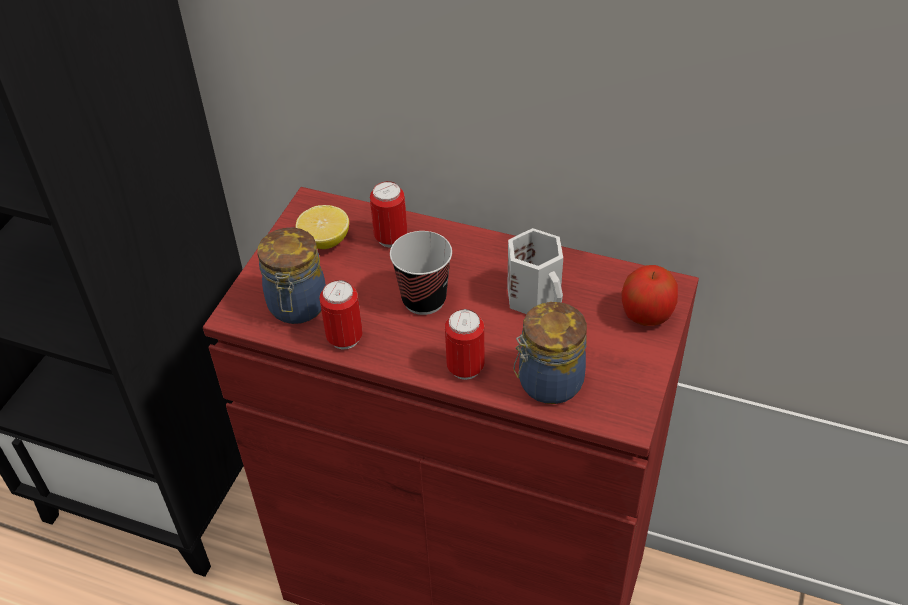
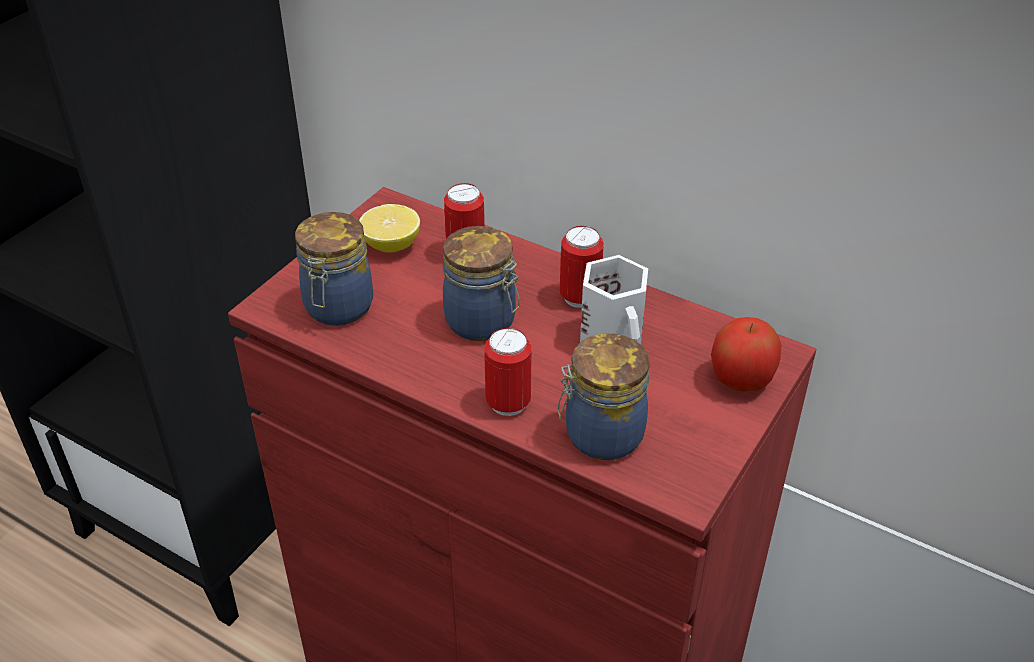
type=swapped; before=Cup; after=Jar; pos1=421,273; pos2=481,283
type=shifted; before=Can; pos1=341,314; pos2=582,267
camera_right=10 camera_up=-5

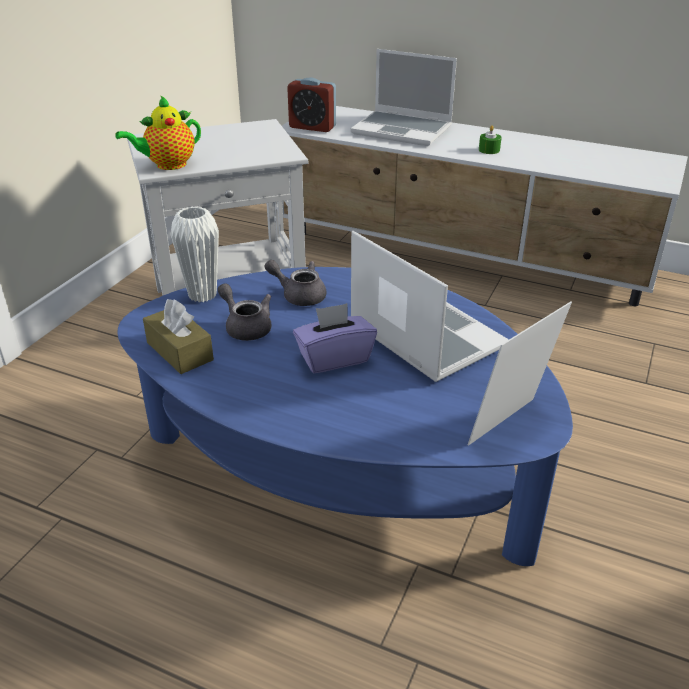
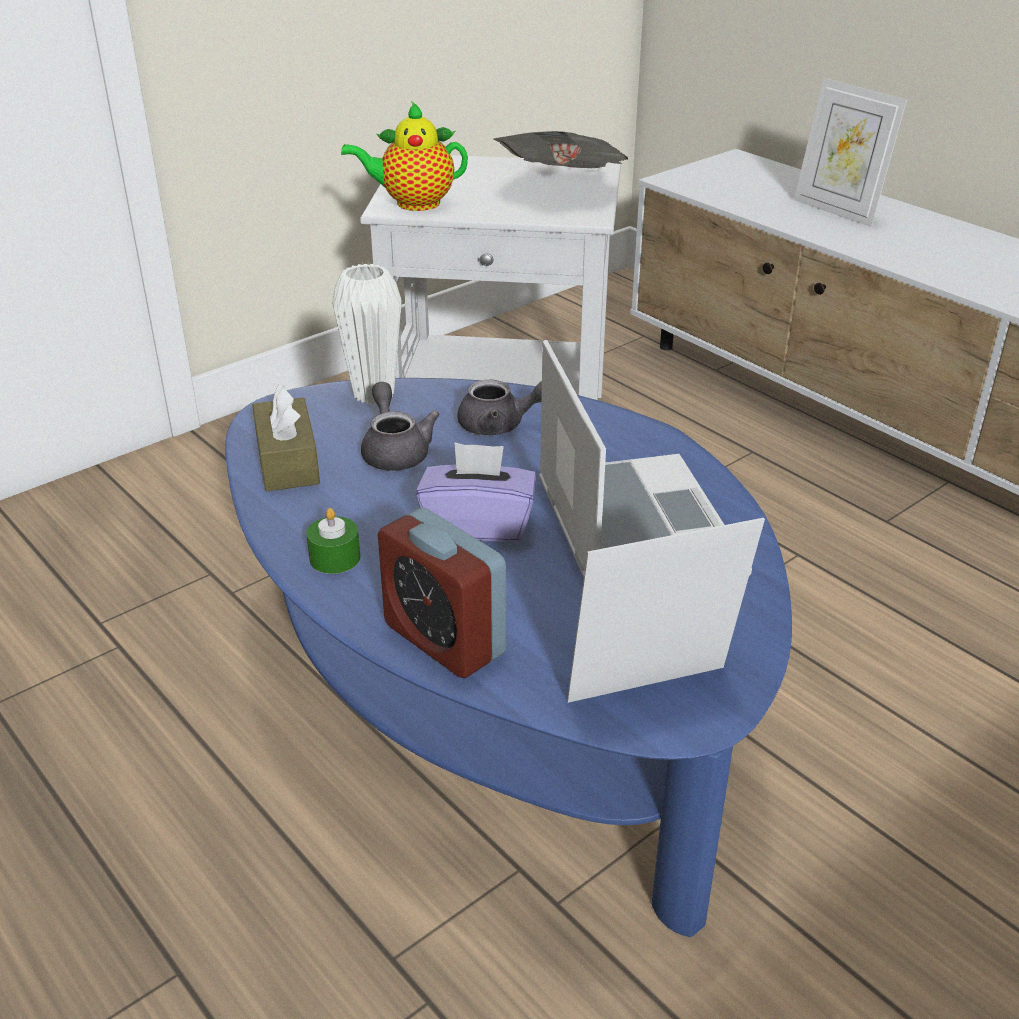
type=swapped; before=Laptop; after=PictureFrame; pos1=403,97; pos2=850,152
type=shifted; before=AlarmClock; pos1=311,104; pos2=442,593
type=shifted; before=GreenCandle; pos1=490,139; pos2=333,541
type=rotated; before=GreyTeapot; pos1=295,283; pos2=499,407; turn=135
type=new; after=Newspaper; pos2=560,149
camera_right=25 camera_up=0

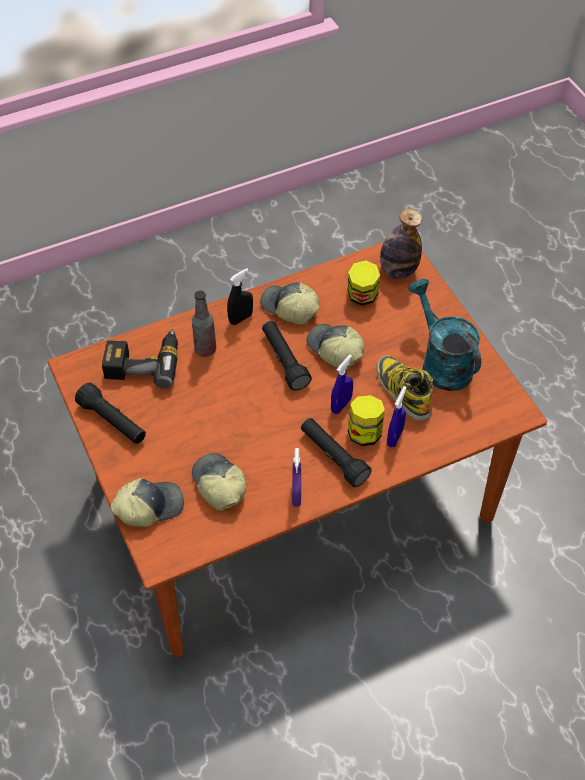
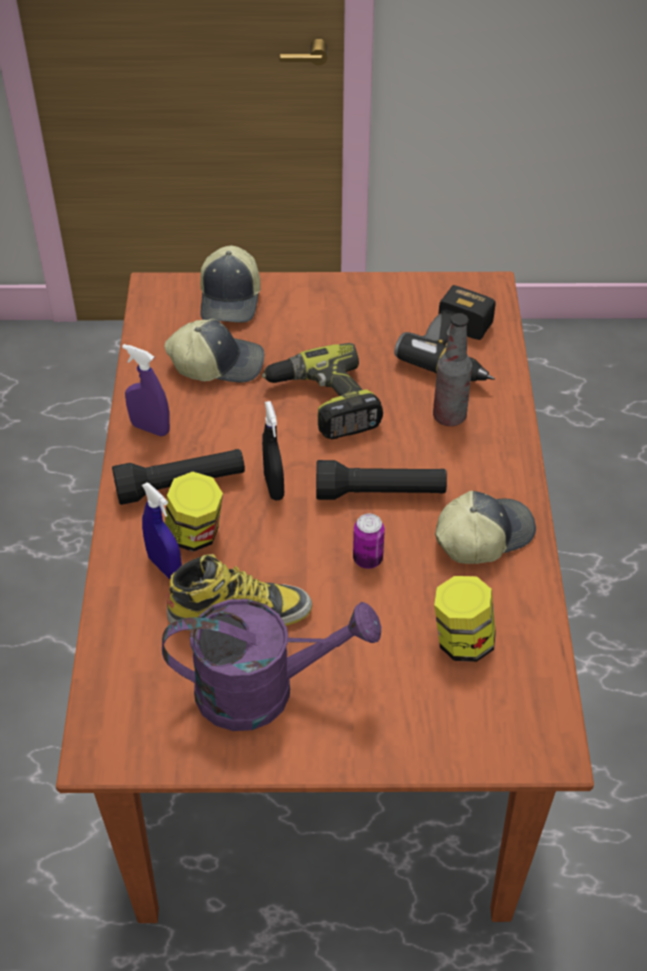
type=gone; before=Bottle; pos1=401,244
type=shifted; before=BlackSprayBottle; pos1=240,296; pos2=273,450
type=repainted; before=TurquoiseWateringCan; after=PurpleWateringCan; pos1=445,335; pos2=271,665
type=swapped; before=Cap; after=Can; pos1=335,346; pos2=369,541
type=gone; before=BlueSprayBottle; pos1=342,384
type=gone; before=BlackFlashlight; pos1=110,413
type=new; after=PowerDrill; pos2=322,391
camera_right=115 camera_up=-5

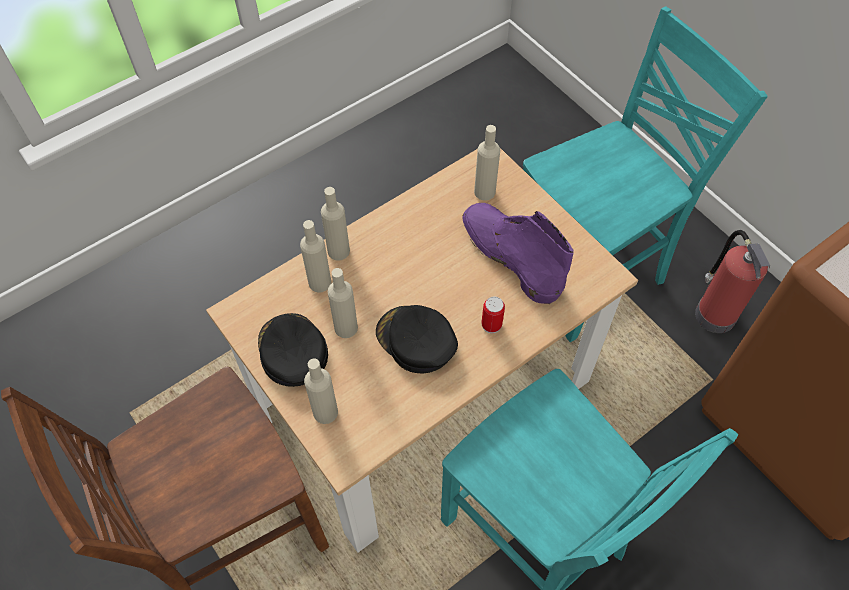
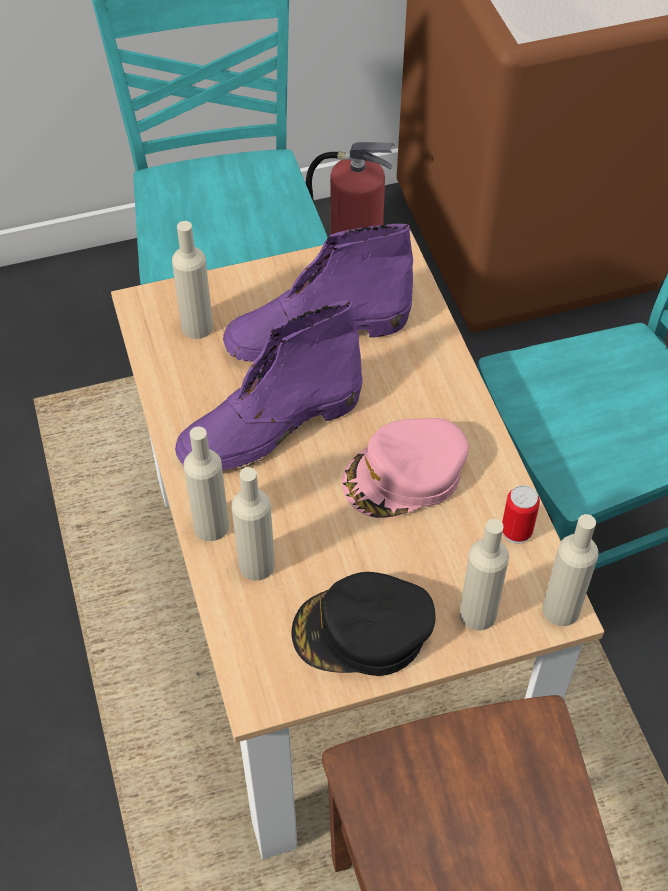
type=shifted; before=BeigeBottle; pos1=343,303; pos2=571,570
type=shifted; before=Can; pos1=493,315; pos2=521,514
type=repainted; before=BlackCap; after=PinkCap; pos1=417,339; pos2=405,468
type=new; after=PurpleBoot; pos2=268,385
camera_right=-70 camera_up=-5

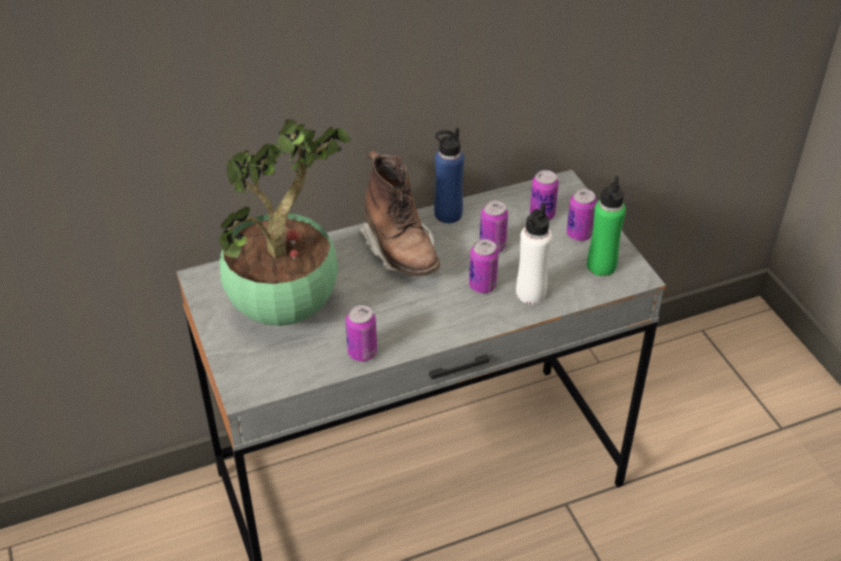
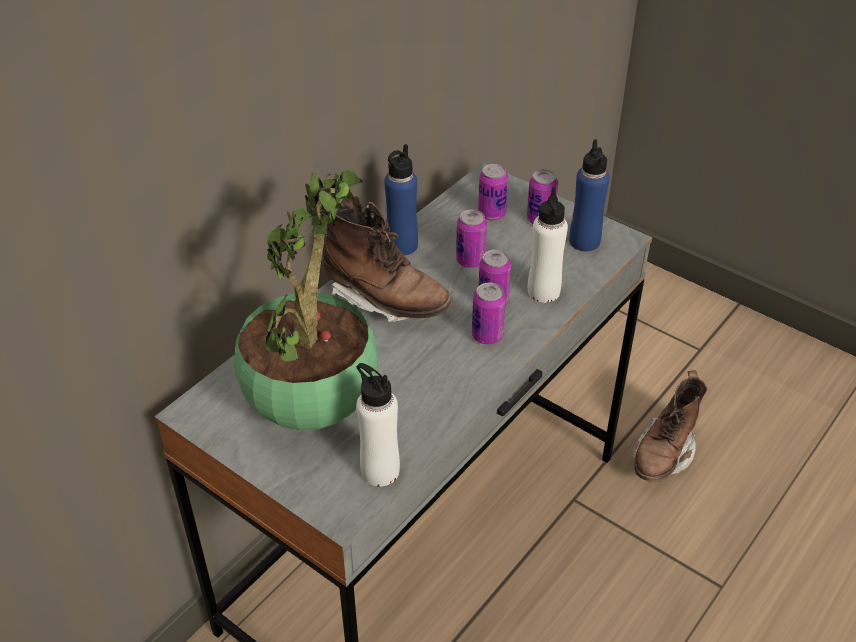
type=repainted; before=GreenBottle; after=BlueBottle; pos1=606,226; pos2=589,195
type=shifted; before=Can; pos1=361,333; pos2=489,314
type=new; after=WhiteBottle; pos2=378,425
type=new; after=BrownBoot; pos2=669,426
camera_right=-30 camera_up=0

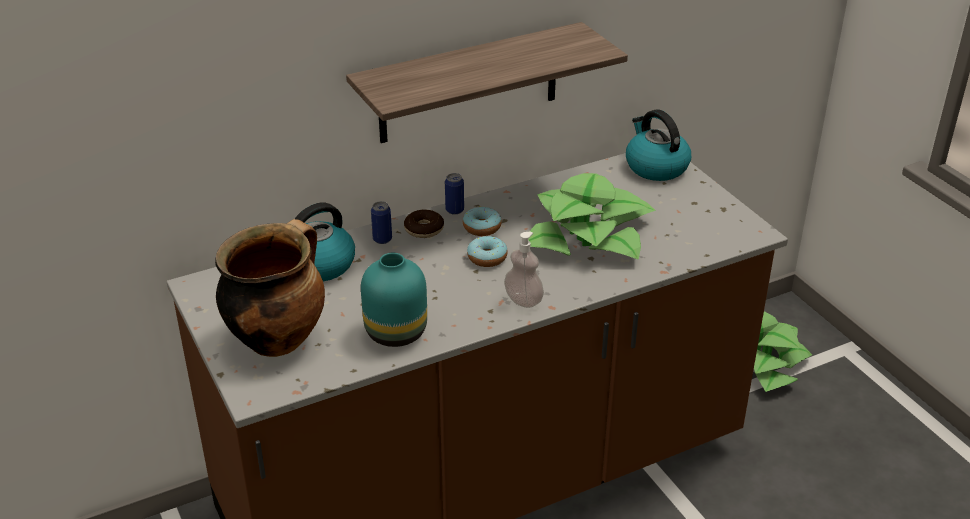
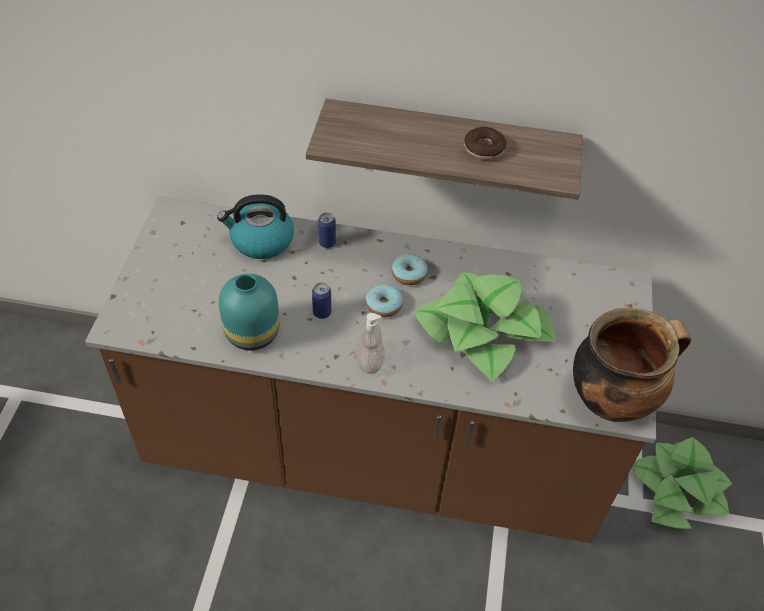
type=gone; before=Kettle; pos1=658,145
type=shifted; before=Can; pos1=454,193; pos2=321,300
type=shifted; before=Donut; pos1=424,223; pos2=485,143
type=shifted; before=CookingPot; pos1=270,288; pos2=632,365
camera_right=35 camera_up=15

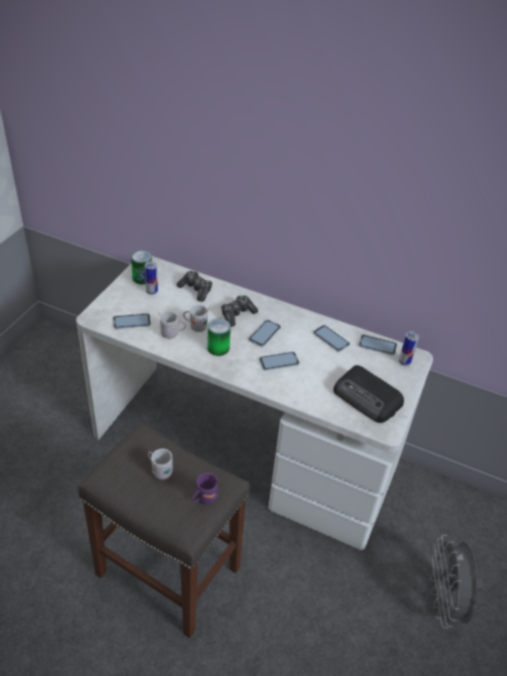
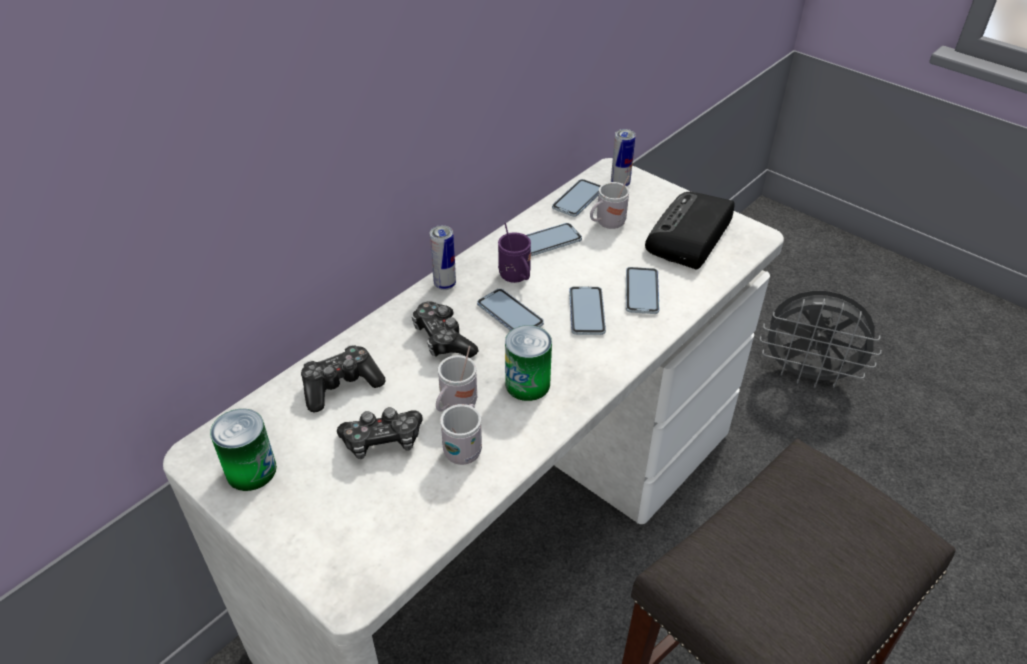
type=shifted; before=Can; pos1=151,278; pos2=443,257
type=shifted; before=Phone; pos1=132,321; pos2=642,290
type=rotated; before=Radio; pos1=368,394; pos2=690,231; turn=150
type=shifted; before=WhiteMug; pos1=160,464; pos2=609,202
type=shifted; before=PurpleMug; pos1=205,487; pos2=514,253
type=new; after=GameController; pos2=380,433
camera_right=-70 camera_up=0

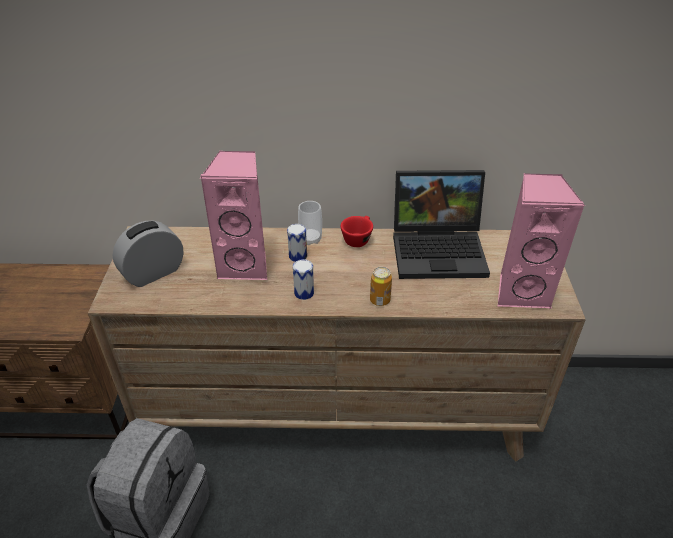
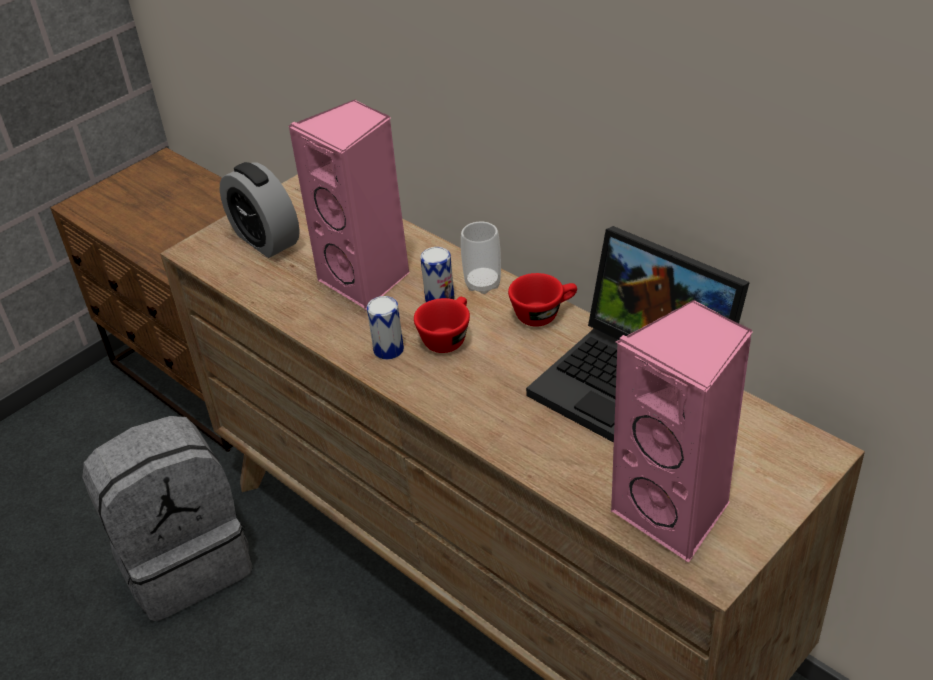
type=rotated; before=AlarmClock; pos1=148,254; pos2=260,210; turn=-135
type=gone; before=Can; pos1=381,286
type=new; after=RedCup; pos2=442,325
camera_right=45 camera_up=0

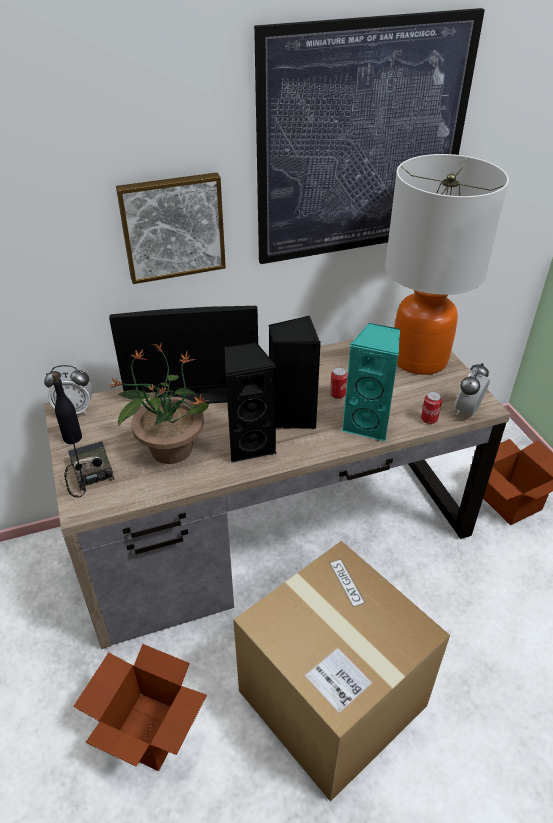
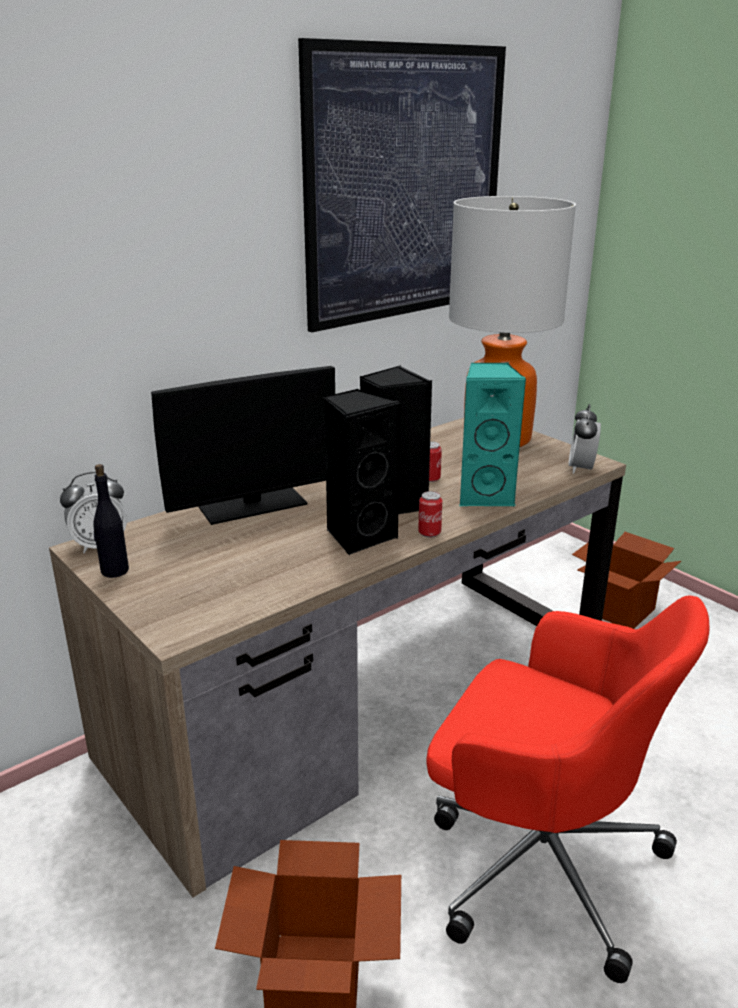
type=gone; before=Picture; pos1=171,228
type=gone; before=PottedPlant; pos1=159,403
type=shifted; before=Can; pos1=431,407; pos2=430,514
type=gone; before=Radio; pos1=89,467
type=swapped; before=CardboardBox; after=RedOfficeChair; pos1=341,671; pos2=567,789
camera_right=-20 camera_up=-15

